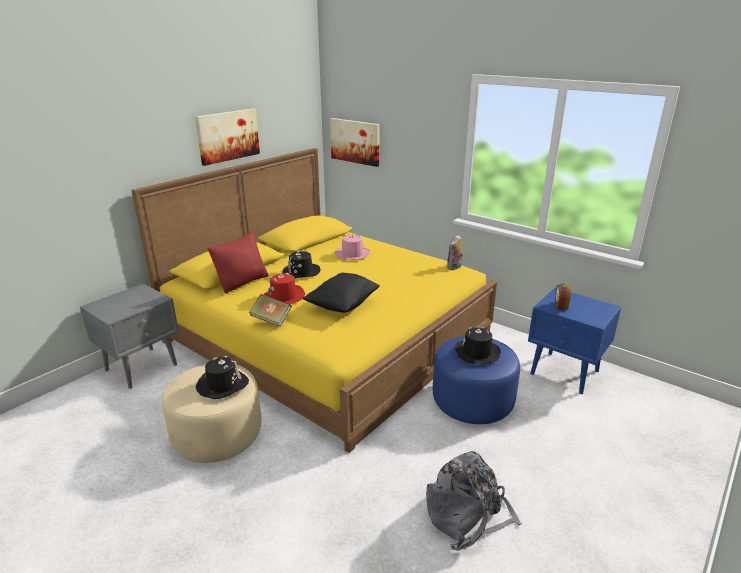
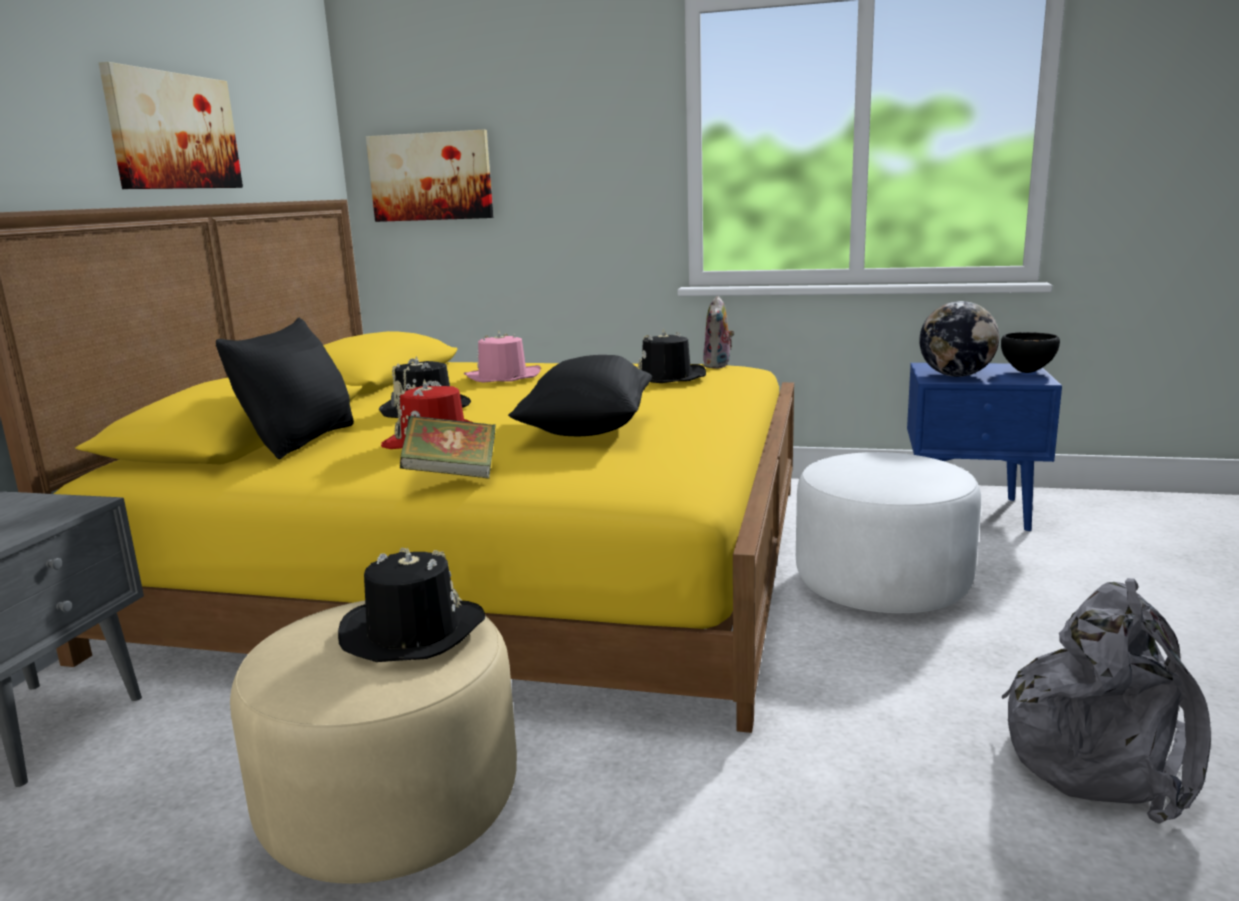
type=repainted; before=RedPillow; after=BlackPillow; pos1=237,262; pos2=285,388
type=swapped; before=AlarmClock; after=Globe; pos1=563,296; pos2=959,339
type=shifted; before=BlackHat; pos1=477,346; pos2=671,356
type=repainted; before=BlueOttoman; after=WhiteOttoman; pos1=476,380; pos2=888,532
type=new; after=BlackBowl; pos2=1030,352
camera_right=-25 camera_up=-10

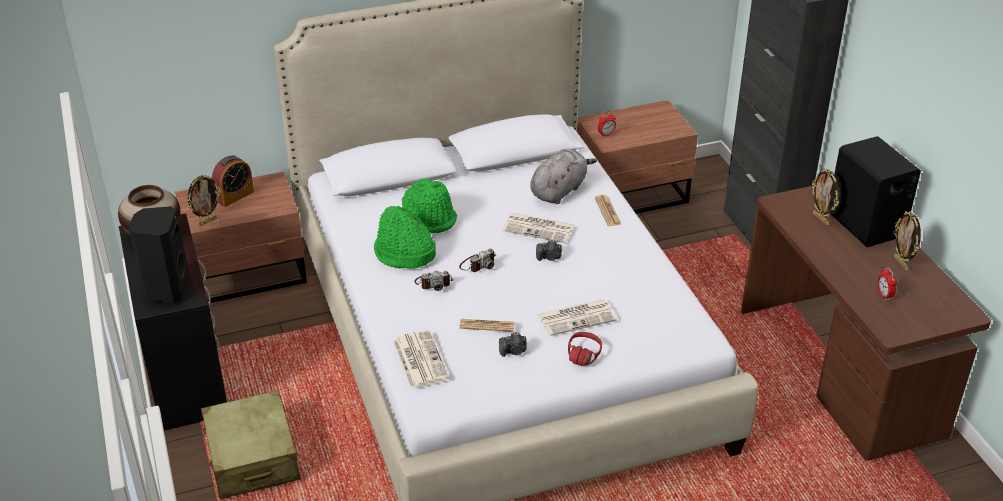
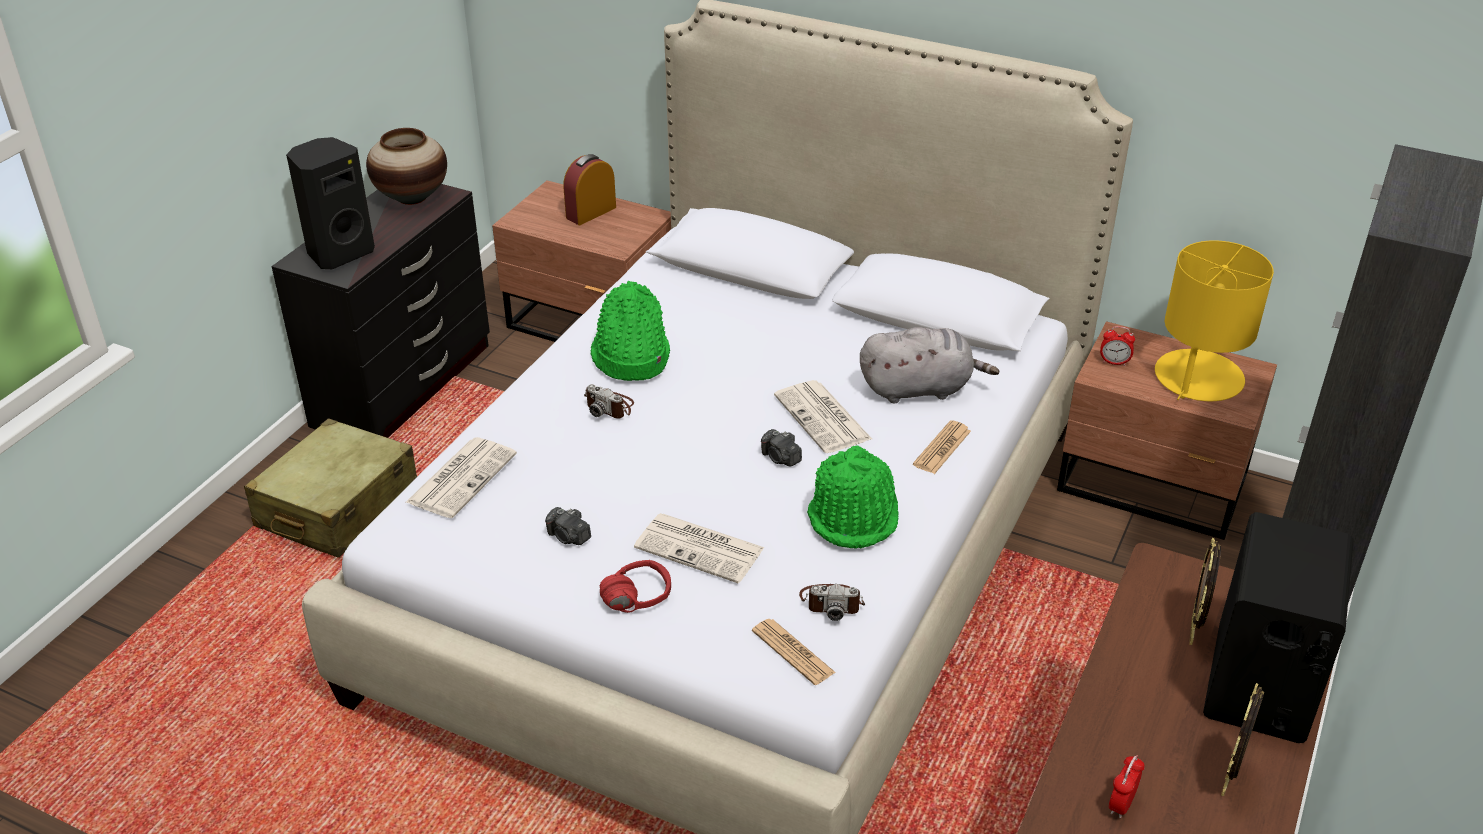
type=rotated; before=AlarmClock; pos1=233,181; pos2=589,189; turn=135
type=gone; before=PictureFrame; pos1=204,200
type=shifted; before=GreenHat; pos1=429,205; pos2=853,497
type=shifted; before=PhotoCamera; pos1=477,260; pos2=832,602
type=shifted; before=Newspaper; pos1=487,325; pos2=794,652
type=new; after=YellowTableLamp; pos2=1214,320
camera_right=45 camera_up=0

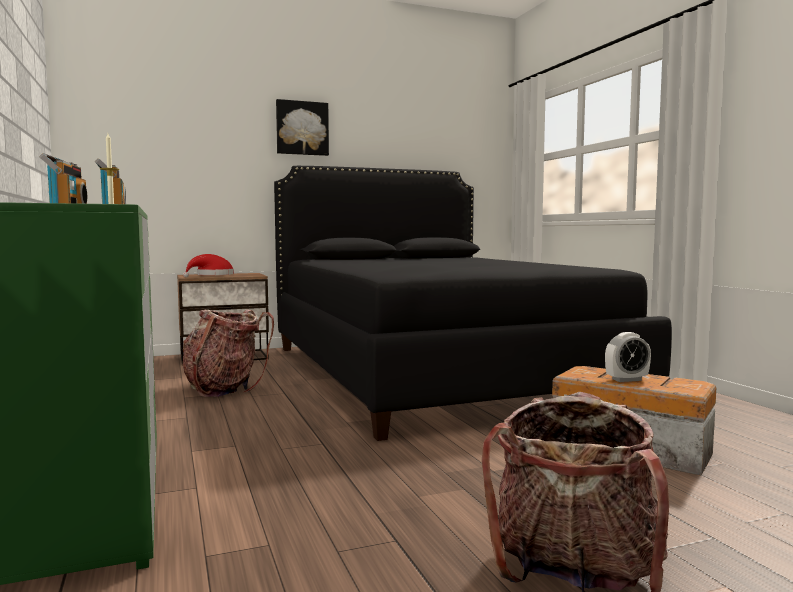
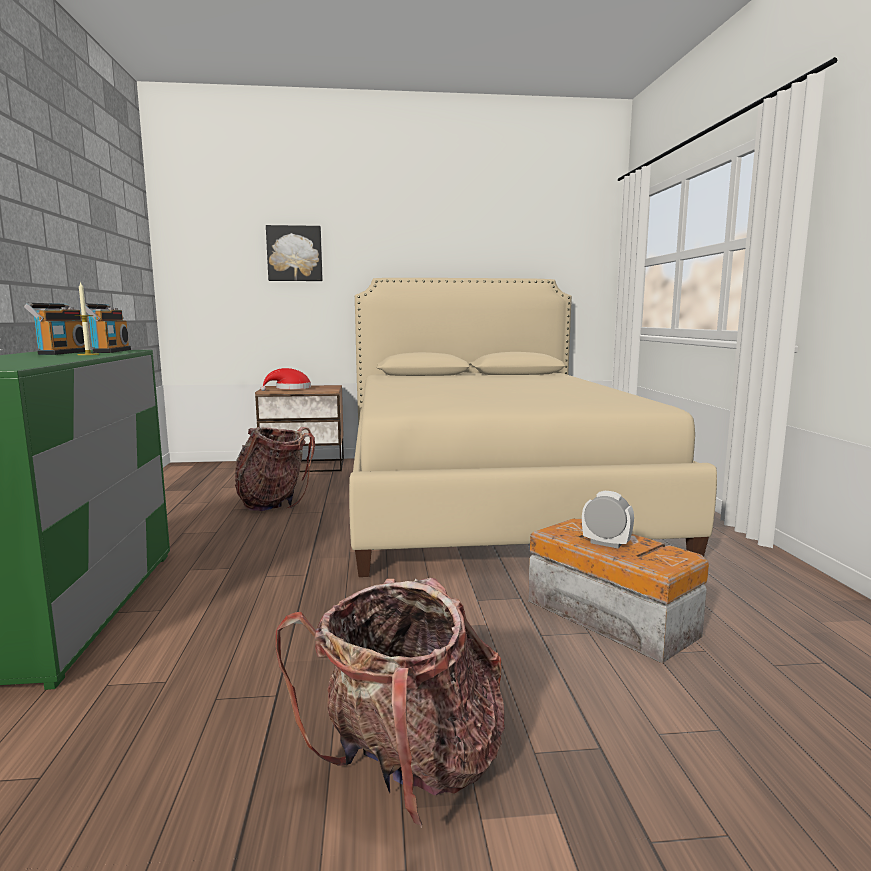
type=shifted; before=Picture; pos1=302,127; pos2=294,253
type=repainted; before=BlackBed; after=BeigeBed; pos1=473,303; pos2=533,427
type=rotated; before=AlarmClock; pos1=628,357; pos2=608,520; turn=-150
camera_right=15 camera_up=5

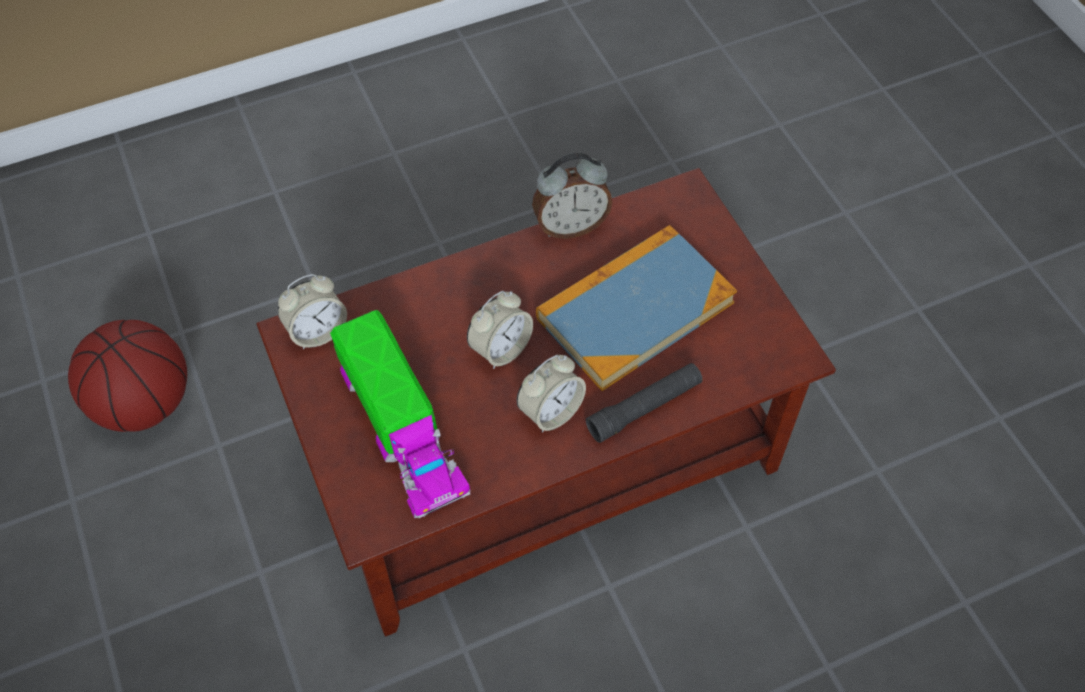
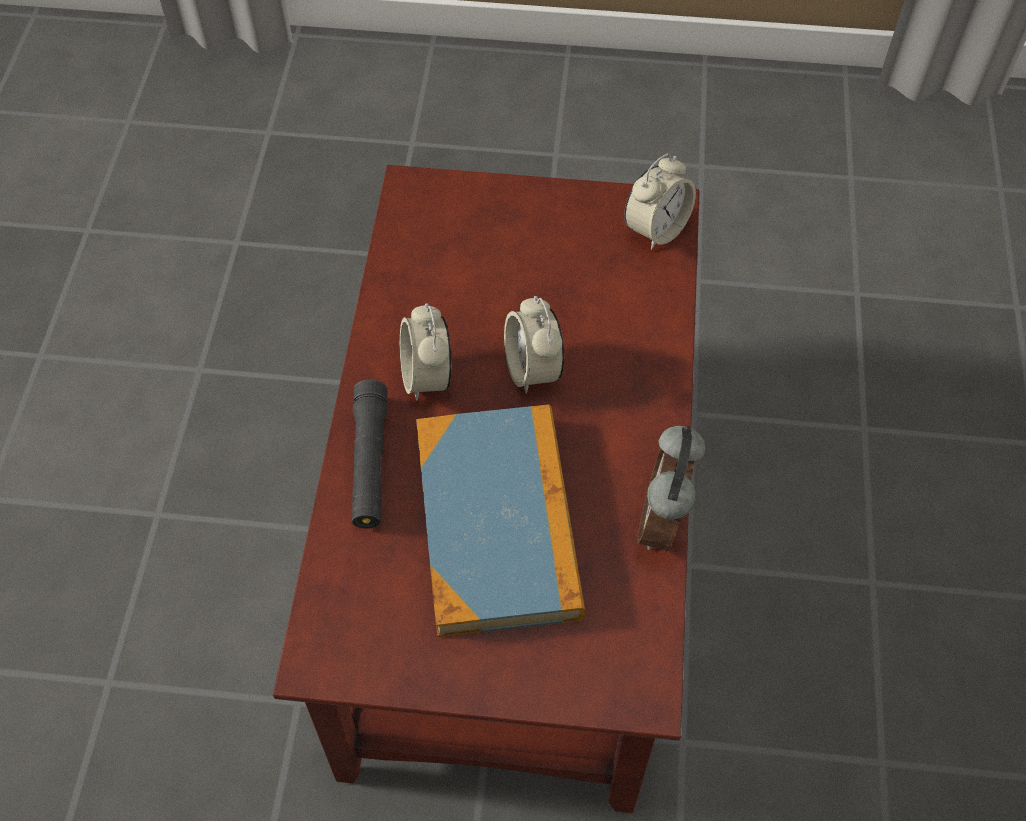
type=rotated; before=AlarmClock; pos1=312,311; pos2=660,202; turn=-135
type=gone; before=ToyTruck; pos1=400,414
type=gone; before=Basketball; pos1=127,376
camera_right=120 camera_up=0

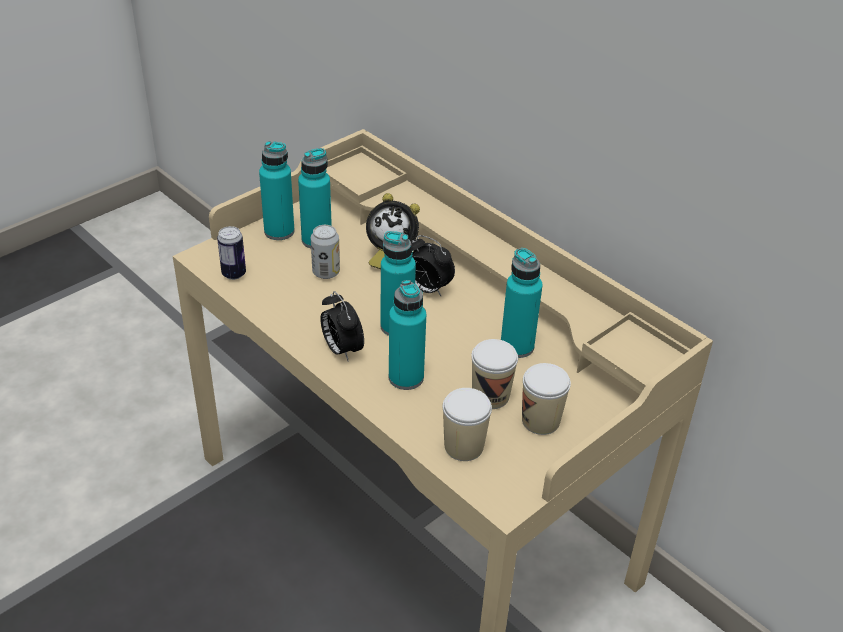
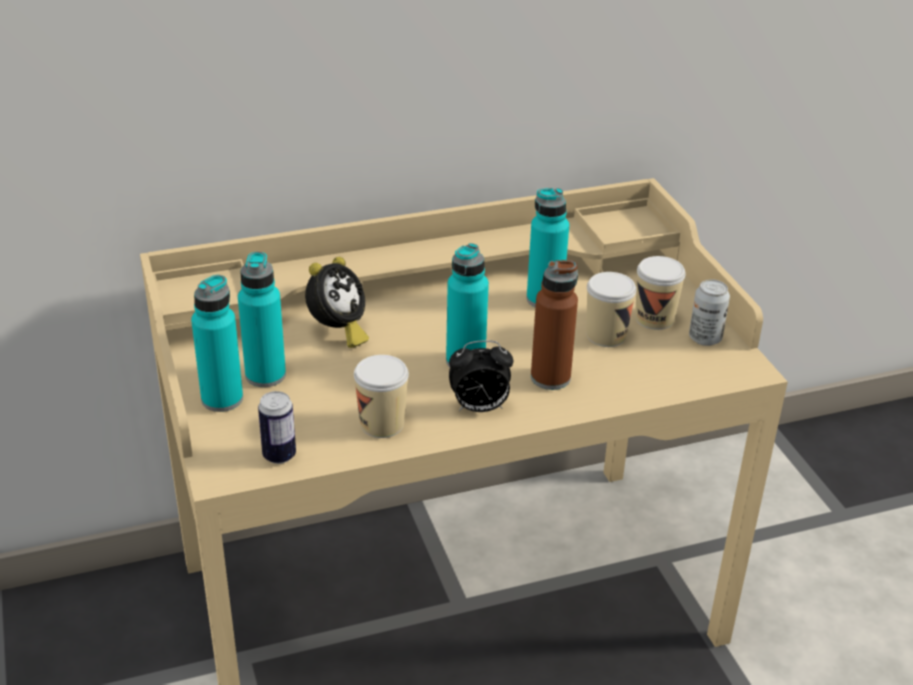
type=shifted; before=Can; pos1=325,252; pos2=709,312
type=gone; before=AlarmClock; pos1=433,265
type=repainted; before=TurquoiseBottle; after=BrownBottle; pos1=407,335; pos2=554,325
type=shifted; before=Cup; pos1=467,424; pos2=381,396
camera_right=-65 camera_up=-5

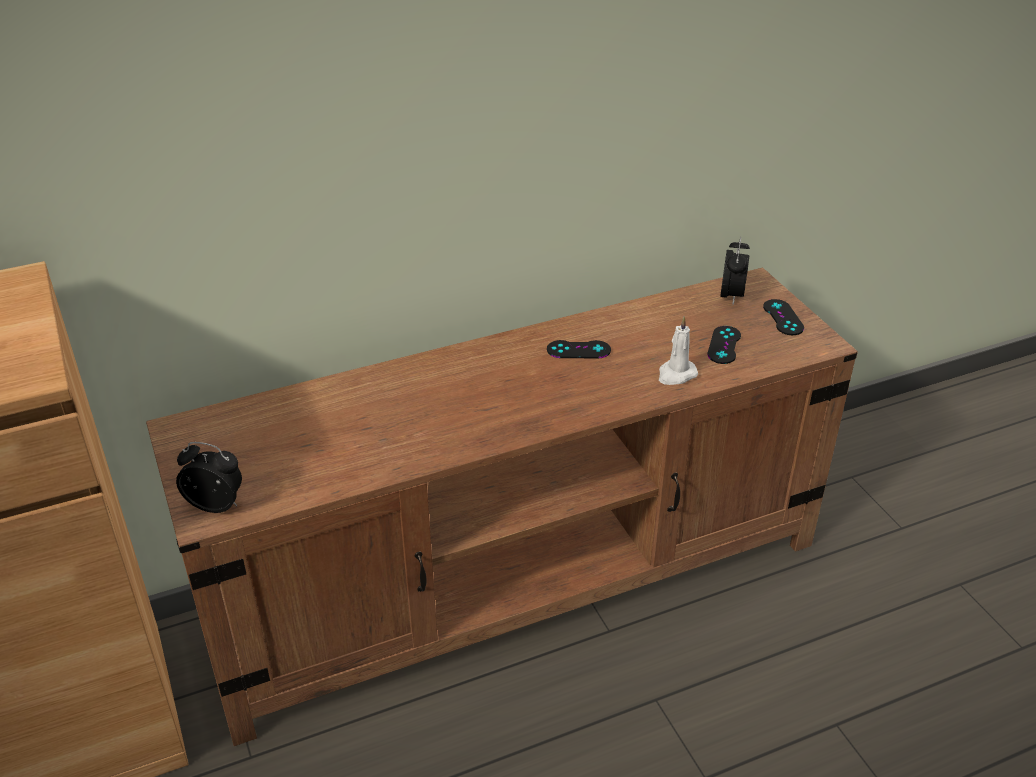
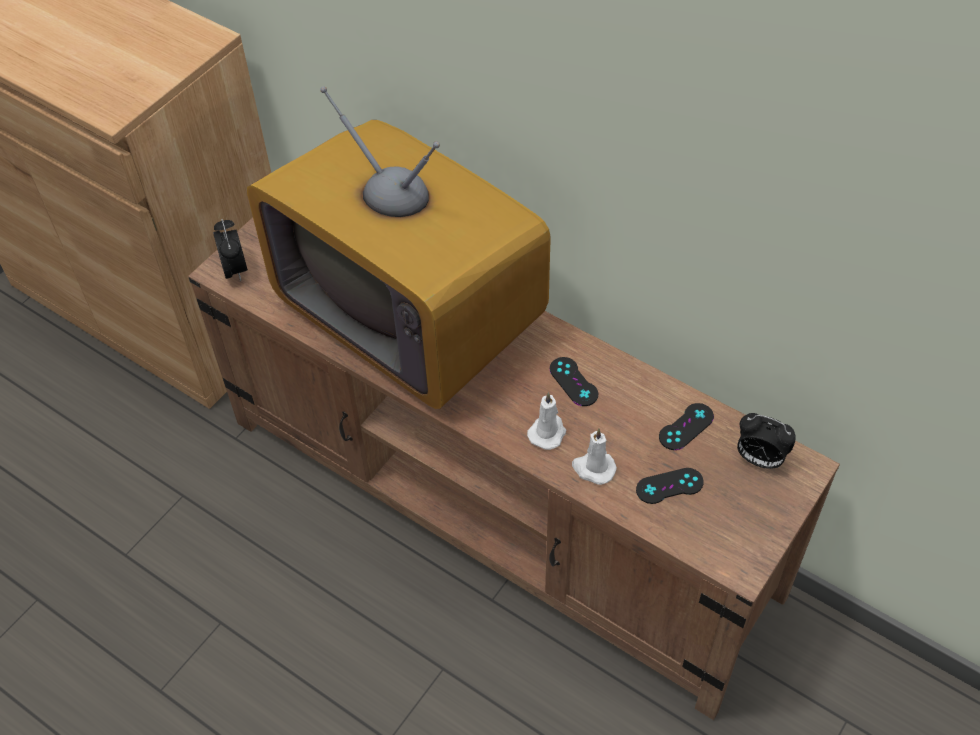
type=rotated; before=AlarmClock; pos1=735,271; pos2=766,441; turn=45
type=shifted; before=BlackGameController; pos1=783,317; pos2=686,426
type=new; after=Television; pos2=399,247
type=new; after=WhiteCandle; pos2=546,421
camera_right=60 camera_up=15

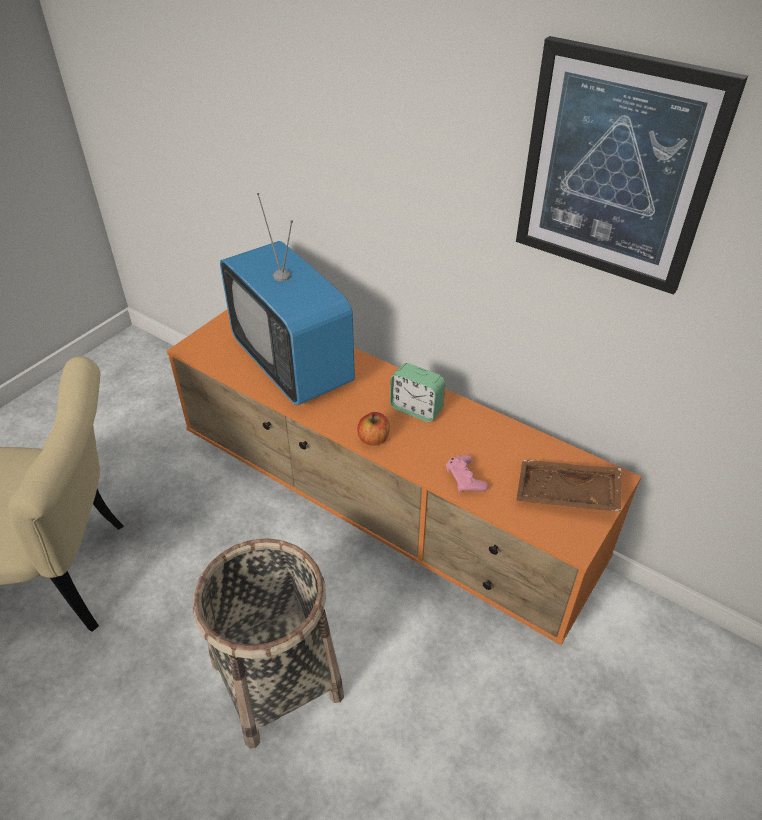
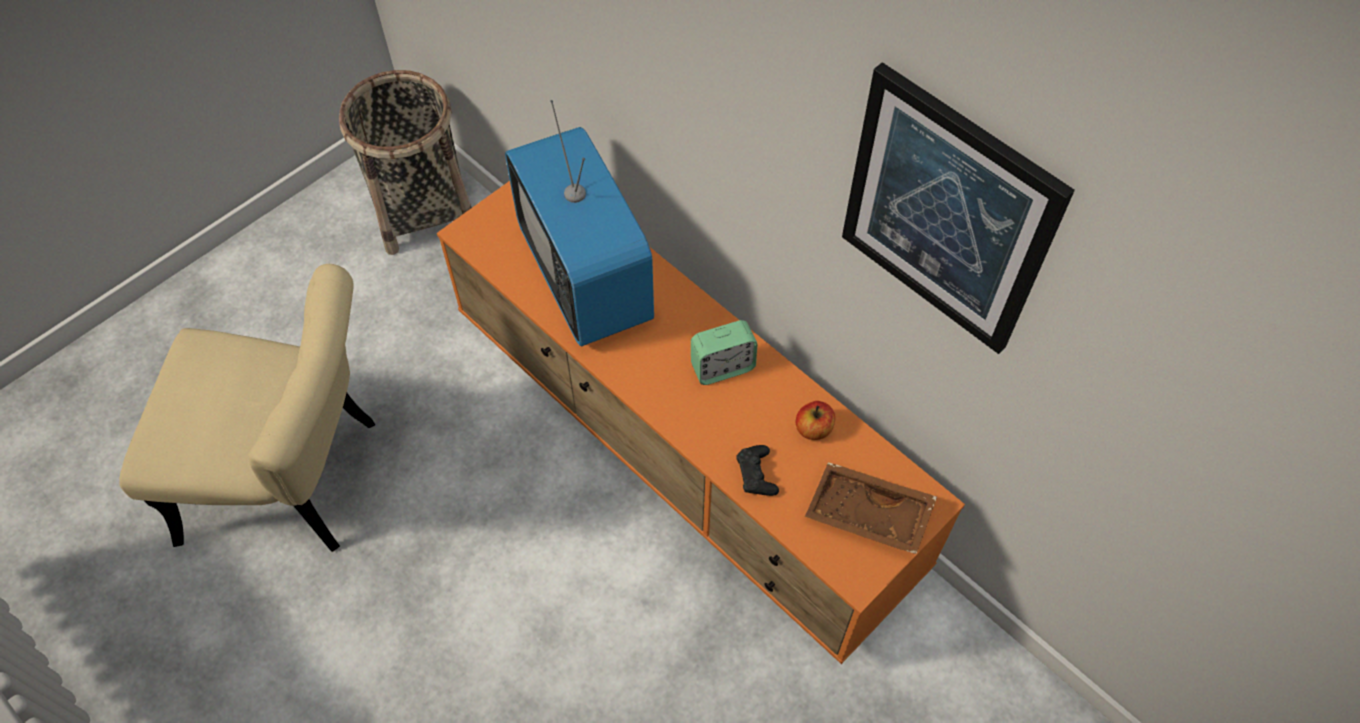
type=rotated; before=AlarmClock; pos1=418,392; pos2=724,352; turn=-60
type=shifted; before=Apple; pos1=373,428; pos2=815,420
type=repainted; before=PinkGameController; after=BlackGameController; pos1=467,473; pos2=757,470
type=shifted; before=Basket; pos1=268,643; pos2=405,162
camera_right=10 camera_up=15

